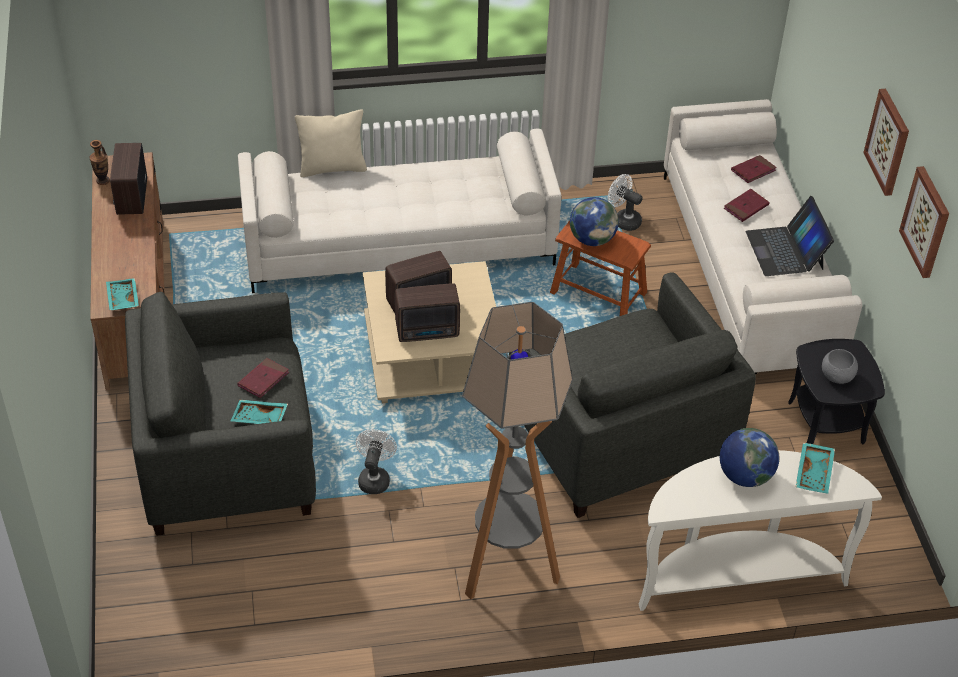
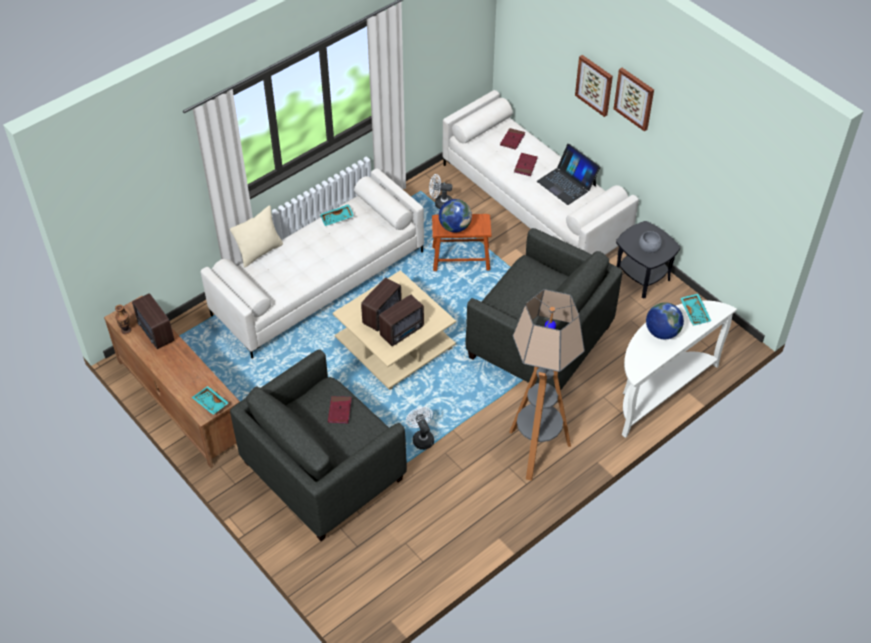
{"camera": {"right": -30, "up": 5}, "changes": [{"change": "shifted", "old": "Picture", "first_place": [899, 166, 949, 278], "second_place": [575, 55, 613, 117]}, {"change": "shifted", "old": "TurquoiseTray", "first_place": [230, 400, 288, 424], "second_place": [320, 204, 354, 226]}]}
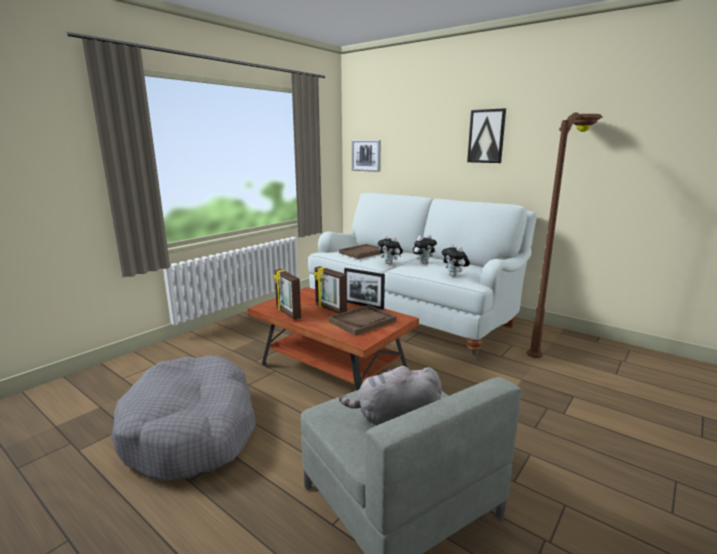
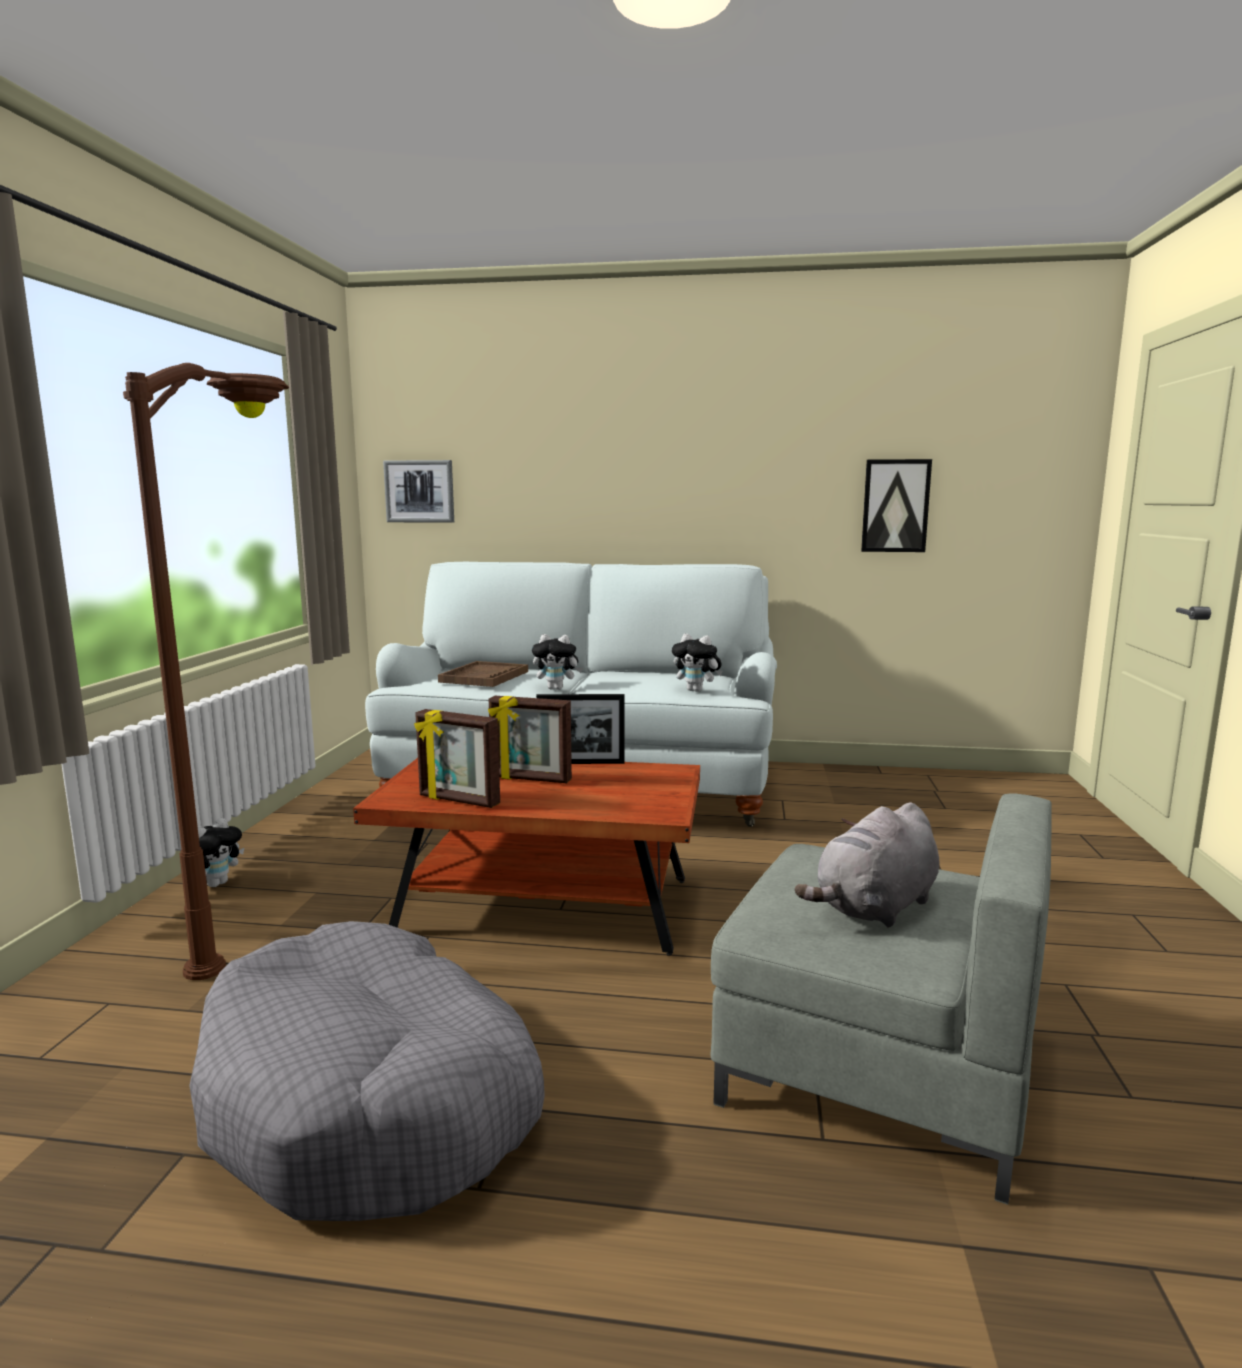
{"camera": {"right": -30, "up": -5}, "changes": [{"change": "shifted", "old": "Picture", "first_place": [467, 108, 506, 163], "second_place": [861, 459, 932, 552]}, {"change": "shifted", "old": "BrownFloorLamp", "first_place": [527, 112, 603, 358], "second_place": [123, 363, 289, 980]}, {"change": "shifted", "old": "PlushToy", "first_place": [413, 235, 437, 264], "second_place": [198, 818, 244, 887]}, {"change": "gone", "old": "BrownTray", "first_place": [328, 305, 396, 336]}]}
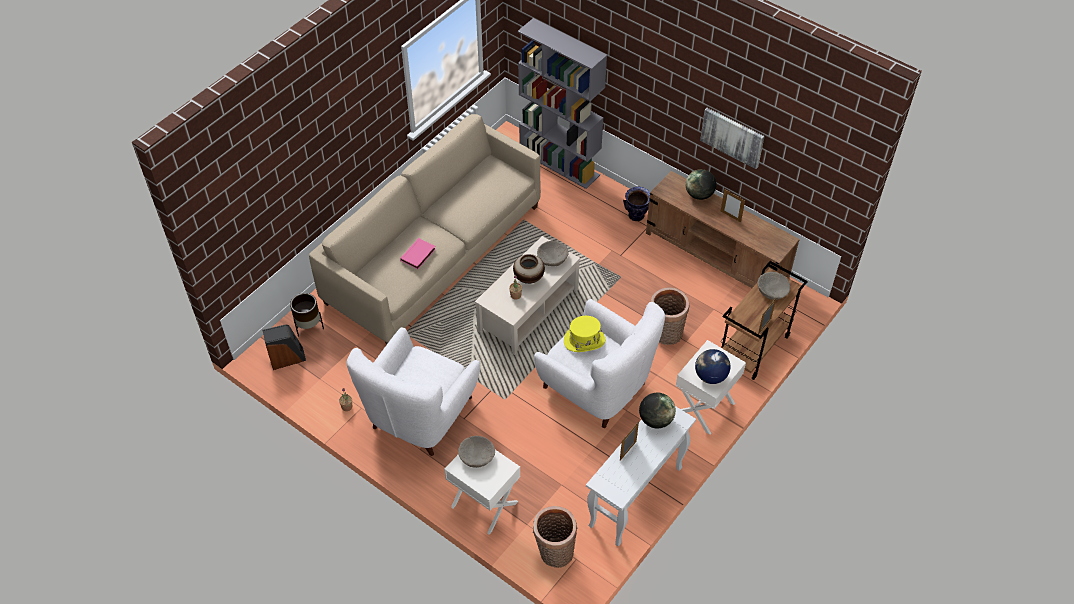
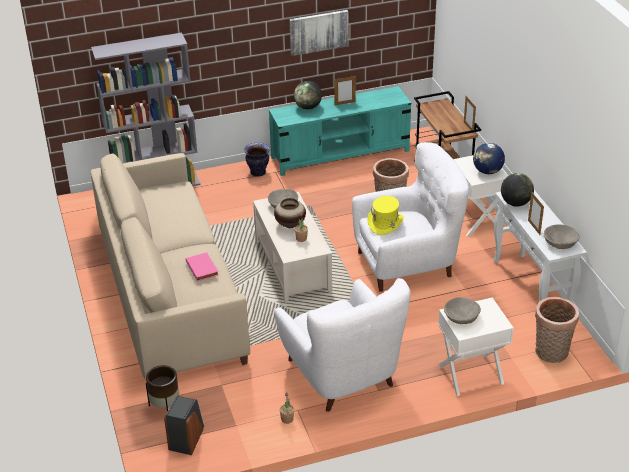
{"camera": {"right": -55, "up": -15}, "changes": [{"change": "repainted", "old": "BrownTvStand", "new": "TurquoiseTvStand", "first_place": [646, 171, 800, 288], "second_place": [269, 86, 411, 176]}, {"change": "shifted", "old": "BeigeBowl", "first_place": [757, 272, 790, 300], "second_place": [544, 224, 580, 249]}]}
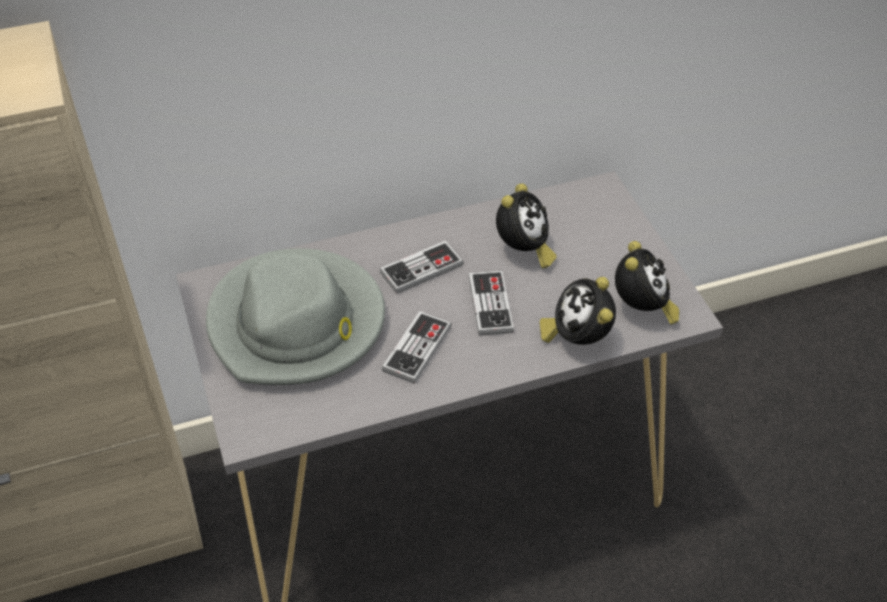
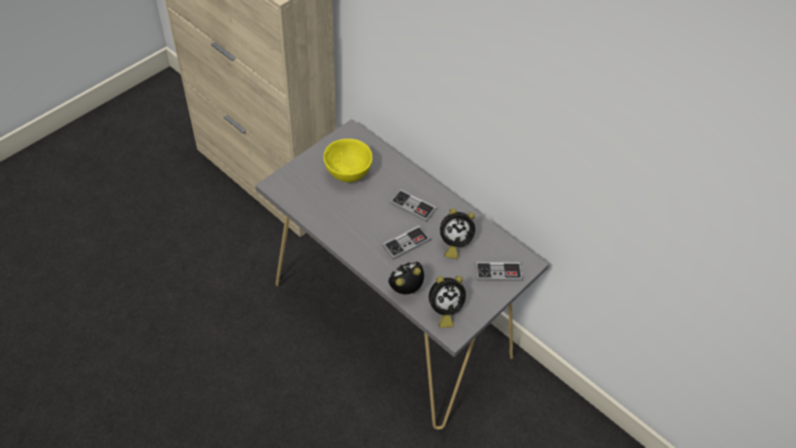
{"camera": {"right": 60, "up": 5}, "changes": [{"change": "swapped", "old": "GreyHat", "new": "YellowBowl", "first_place": [206, 248, 385, 385], "second_place": [324, 139, 372, 182]}, {"change": "shifted", "old": "GameController", "first_place": [382, 311, 452, 384], "second_place": [475, 262, 523, 281]}]}
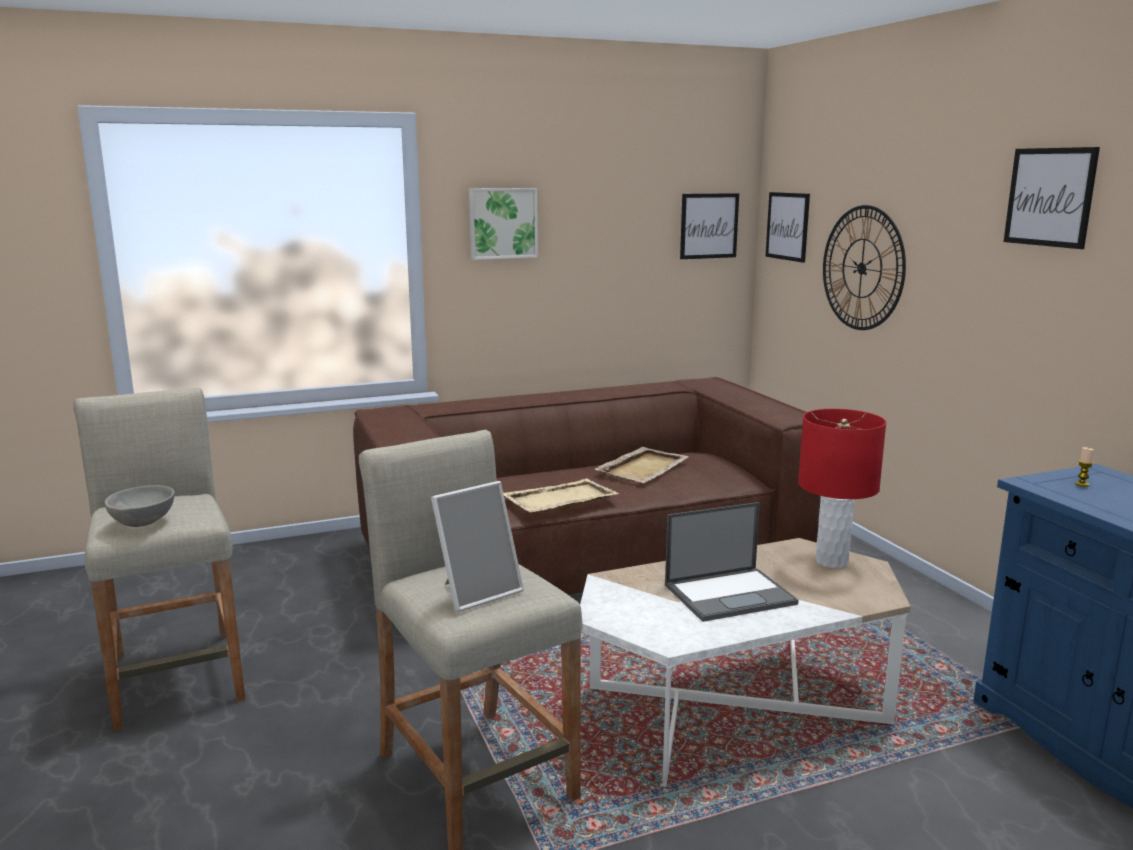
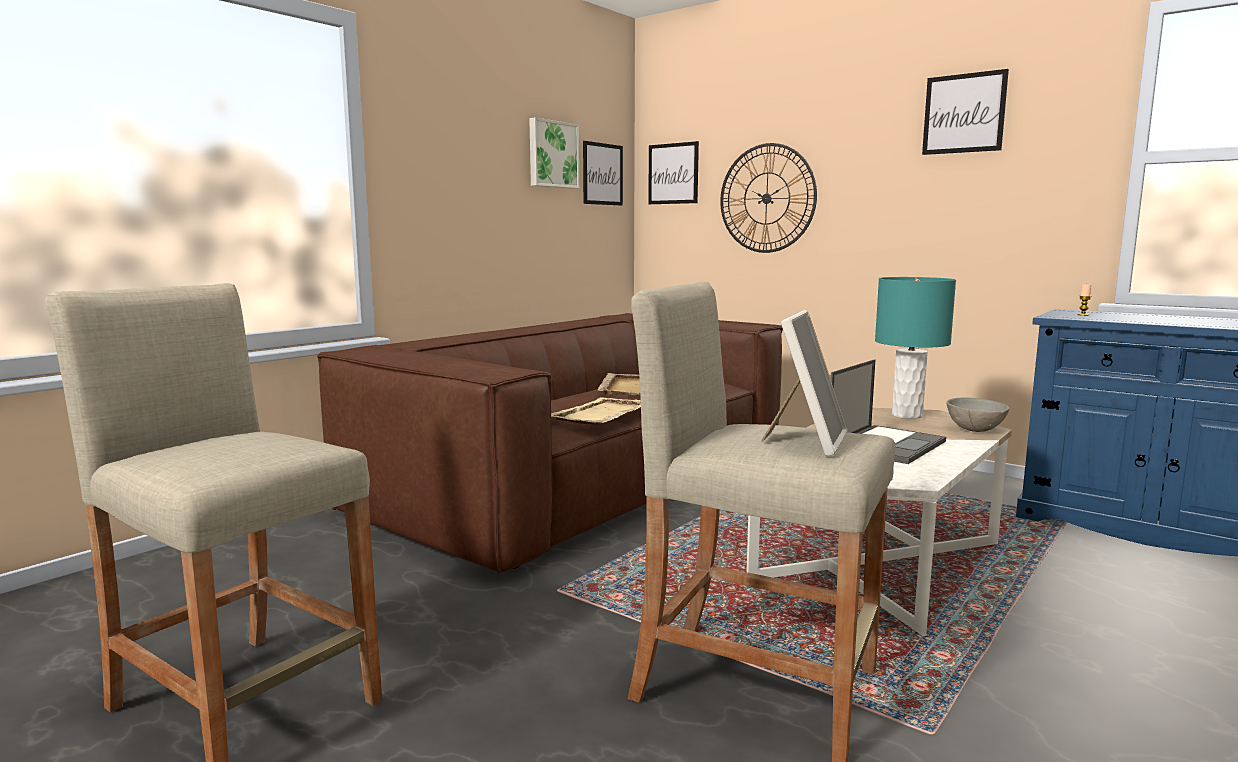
{"camera": {"right": -30, "up": -5}, "changes": [{"change": "shifted", "old": "Picture", "first_place": [469, 188, 538, 260], "second_place": [529, 118, 579, 189]}, {"change": "repainted", "old": "RedTableLamp", "new": "TurquoiseTableLamp", "first_place": [798, 409, 886, 568], "second_place": [875, 277, 956, 419]}, {"change": "shifted", "old": "GreyBowl", "first_place": [104, 485, 175, 527], "second_place": [947, 398, 1009, 432]}]}
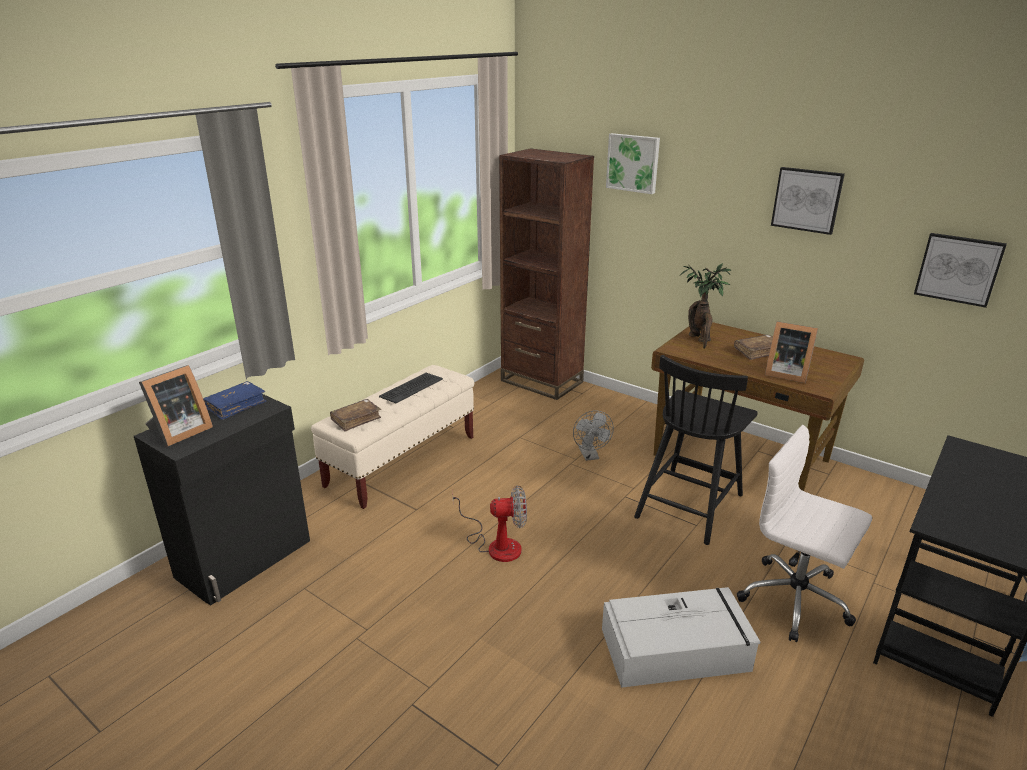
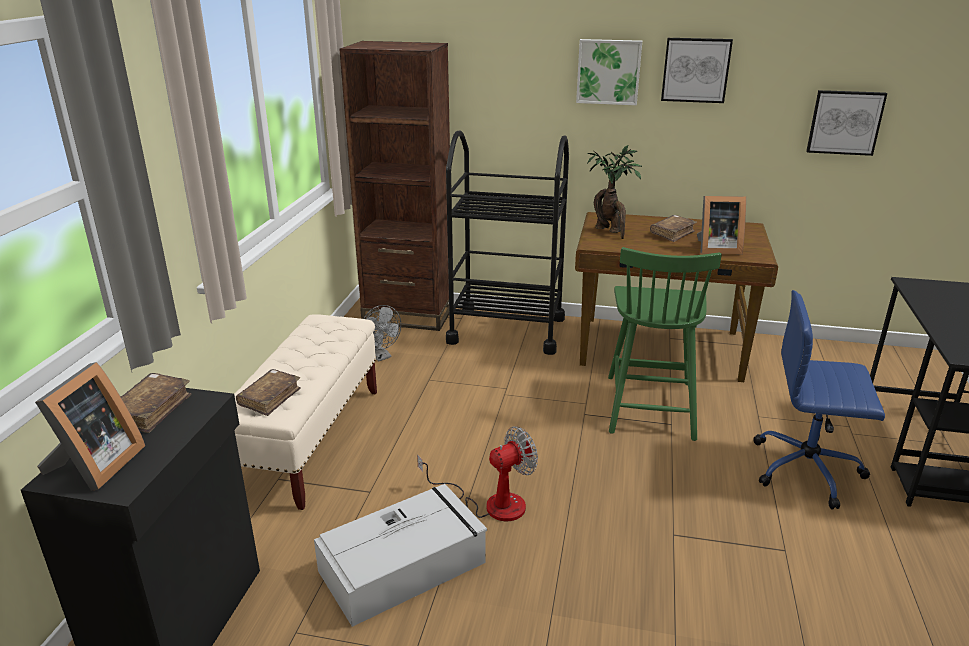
{"camera": {"right": -25, "up": 0}, "changes": [{"change": "shifted", "old": "Picture", "first_place": [606, 133, 660, 194], "second_place": [576, 39, 642, 105]}, {"change": "repainted", "old": "BlackChair", "new": "GreenChair", "first_place": [634, 355, 758, 545], "second_place": [608, 247, 722, 441]}, {"change": "gone", "old": "Keyboard", "first_place": [379, 373, 443, 403]}, {"change": "repainted", "old": "BlueBook", "new": "BrownBook", "first_place": [203, 381, 266, 420], "second_place": [121, 373, 191, 433]}, {"change": "shifted", "old": "GreyFan", "first_place": [573, 410, 614, 461], "second_place": [364, 305, 401, 362]}, {"change": "repainted", "old": "WhiteOfficeChair", "new": "BlueOfficeChair", "first_place": [737, 424, 872, 642], "second_place": [753, 290, 885, 509]}, {"change": "shifted", "old": "GreyStorageBox", "first_place": [602, 587, 760, 688], "second_place": [314, 484, 487, 627]}, {"change": "new", "new": "BlackCart", "second_place": [446, 130, 569, 355]}]}
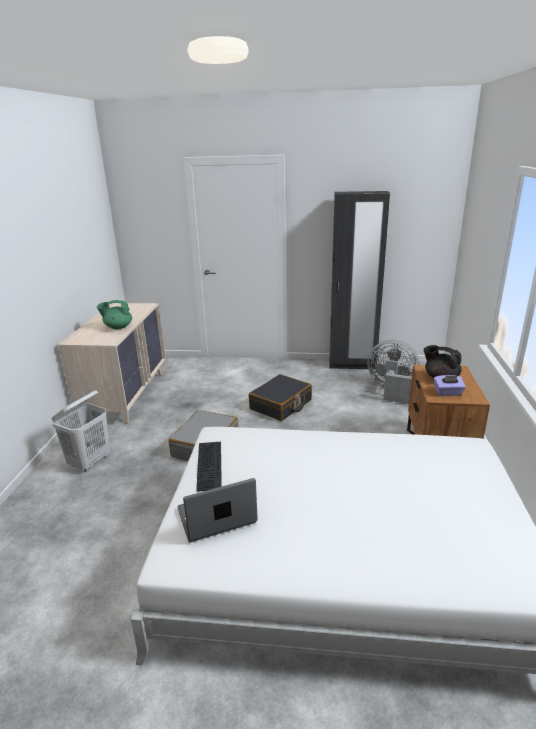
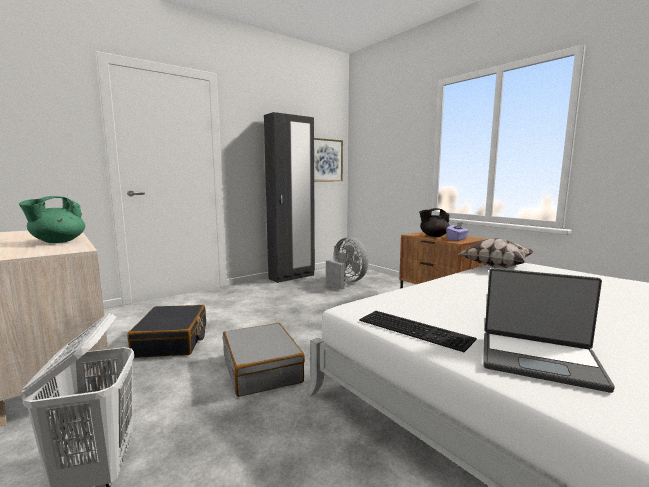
{"camera": {"right": -45, "up": -15}, "changes": [{"change": "rotated", "old": "GreyFan", "first_place": [367, 340, 420, 404], "second_place": [326, 237, 368, 290], "degrees": 75}, {"change": "shifted", "old": "BlackSuitcase", "first_place": [249, 374, 312, 421], "second_place": [128, 305, 206, 358]}, {"change": "rotated", "old": "Laptop", "first_place": [178, 478, 258, 542], "second_place": [483, 268, 615, 393], "degrees": -90}, {"change": "new", "new": "Picture", "second_place": [314, 138, 343, 181]}, {"change": "new", "new": "Pillow", "second_place": [459, 238, 533, 268]}]}
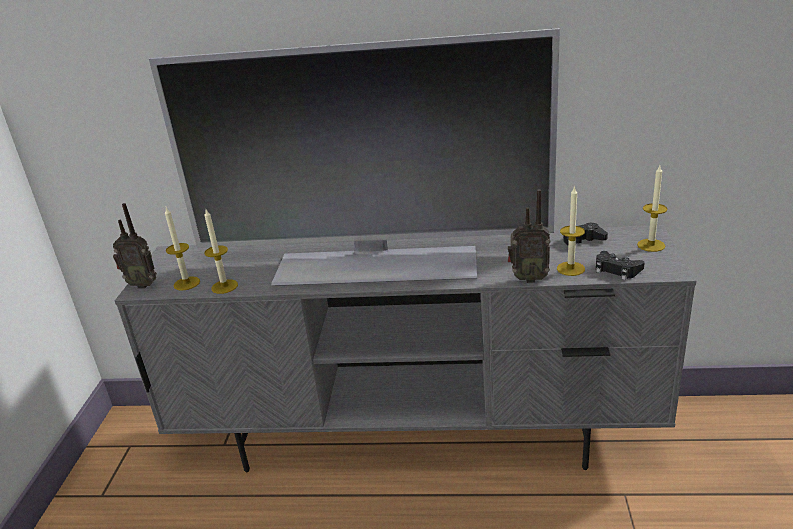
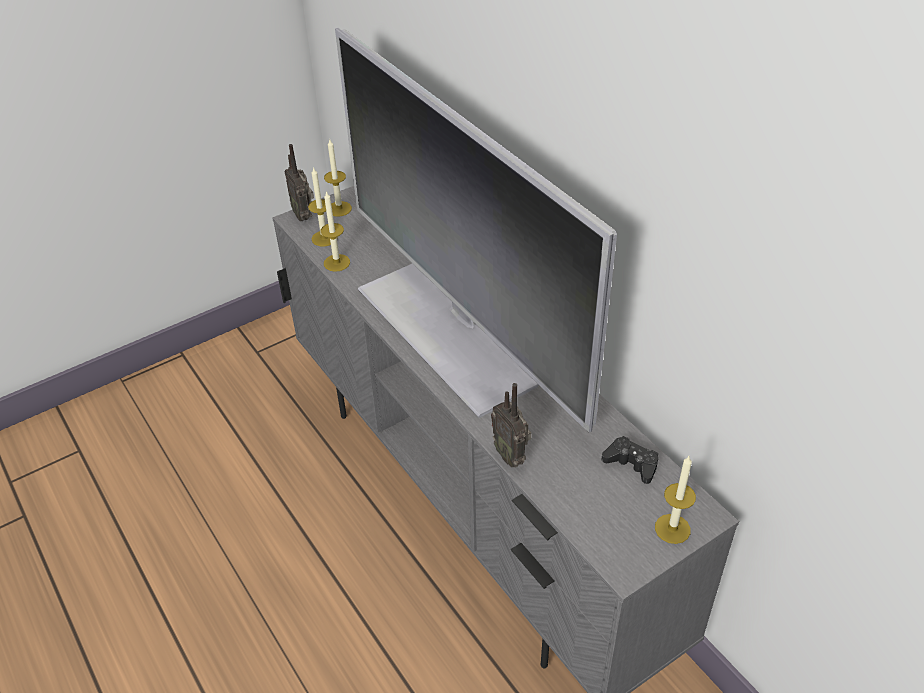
{"camera": {"right": 50, "up": 15}, "changes": [{"change": "shifted", "old": "Candle", "first_place": [557, 186, 585, 276], "second_place": [324, 140, 352, 217]}, {"change": "gone", "old": "BlackGameController", "first_place": [596, 251, 645, 280]}]}
